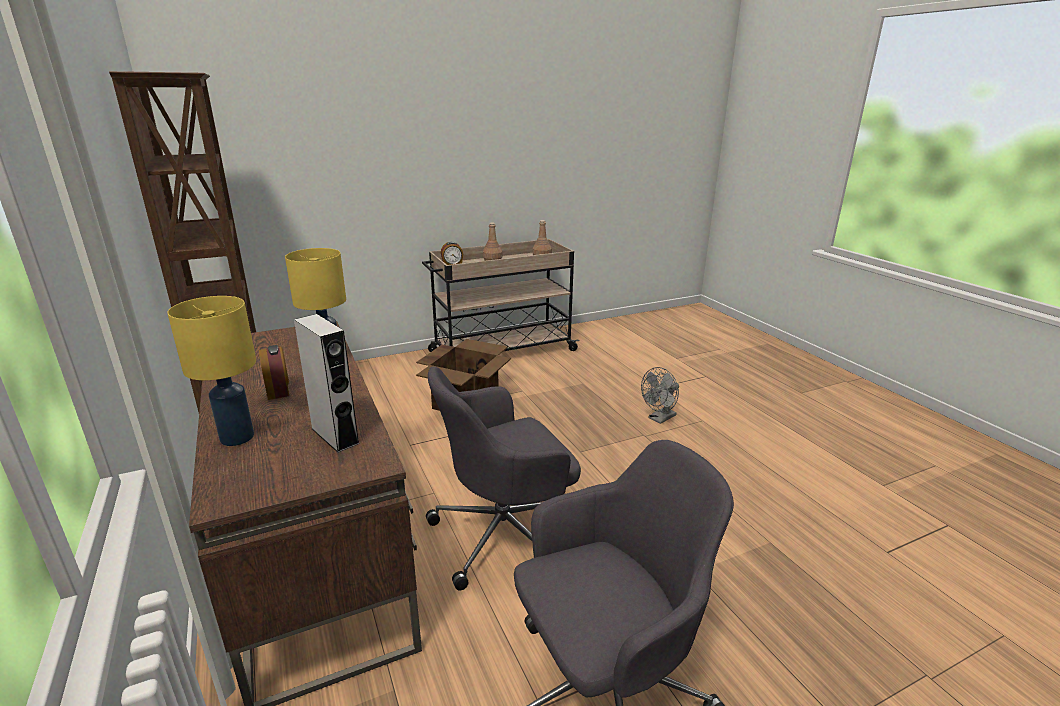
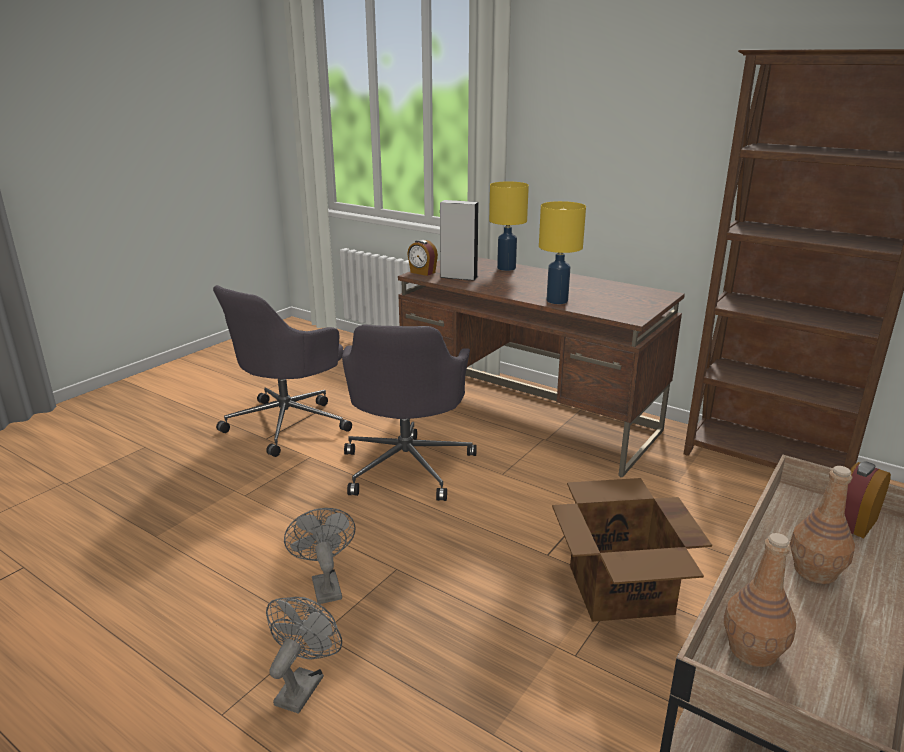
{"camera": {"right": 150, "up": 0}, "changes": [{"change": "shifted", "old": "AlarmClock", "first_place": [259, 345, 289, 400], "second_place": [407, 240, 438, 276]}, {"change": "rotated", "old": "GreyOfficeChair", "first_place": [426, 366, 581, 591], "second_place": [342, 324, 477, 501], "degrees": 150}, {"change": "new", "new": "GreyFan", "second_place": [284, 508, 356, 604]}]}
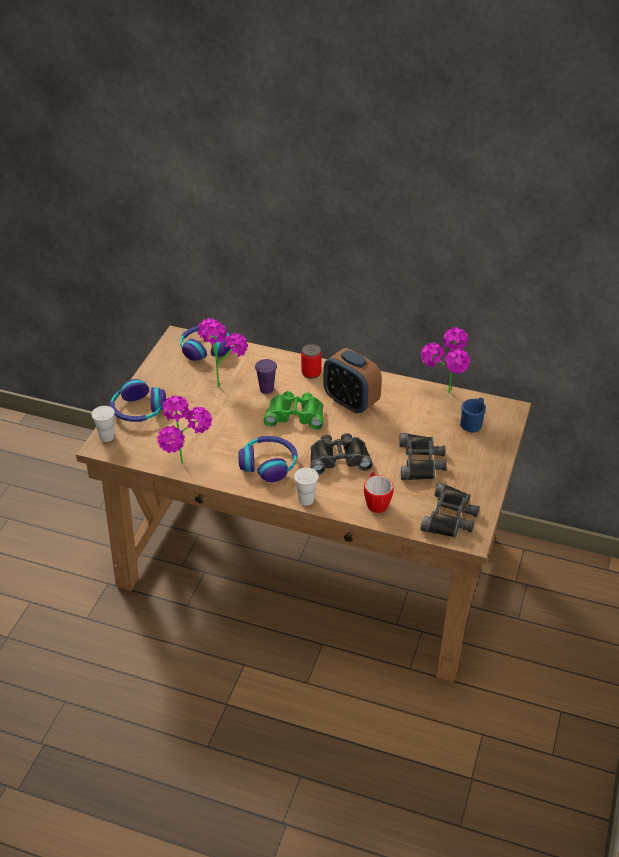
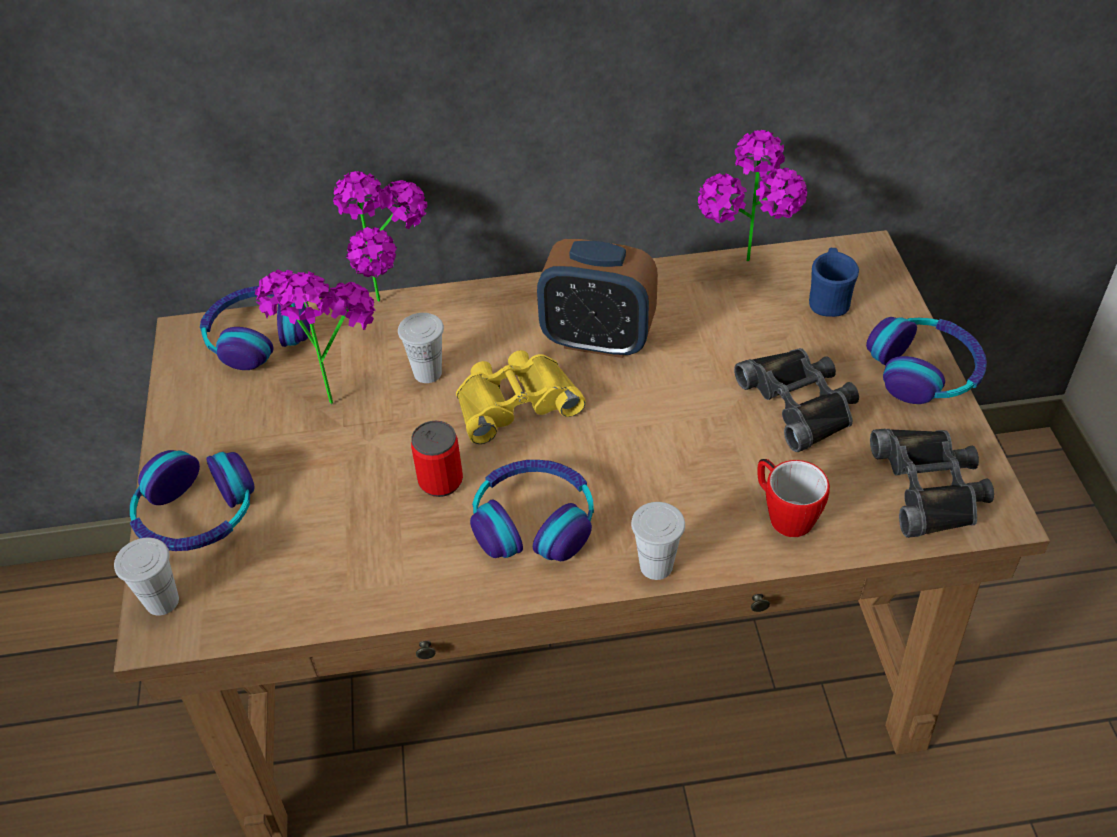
{"camera": {"right": -25, "up": 5}, "changes": [{"change": "shifted", "old": "Can", "first_place": [301, 344, 322, 379], "second_place": [411, 421, 463, 497]}, {"change": "repainted", "old": "PurpleCup", "new": "WhiteCup", "first_place": [255, 359, 277, 394], "second_place": [398, 313, 444, 383]}, {"change": "repainted", "old": "GreenBinoculars", "new": "YellowBinoculars", "first_place": [264, 391, 323, 430], "second_place": [456, 350, 586, 444]}, {"change": "shifted", "old": "PottedPlant", "first_place": [157, 396, 212, 463], "second_place": [333, 171, 427, 302]}, {"change": "gone", "old": "BlackBinoculars", "first_place": [310, 433, 373, 474]}, {"change": "new", "new": "Headphones", "second_place": [866, 317, 987, 404]}]}
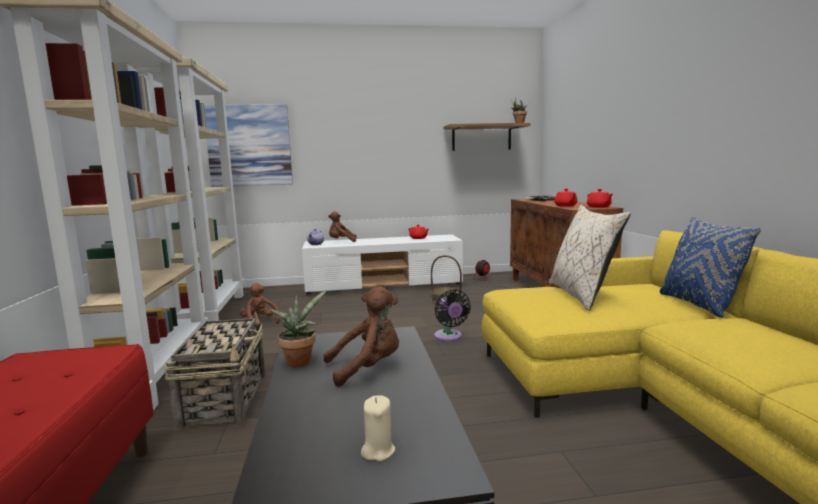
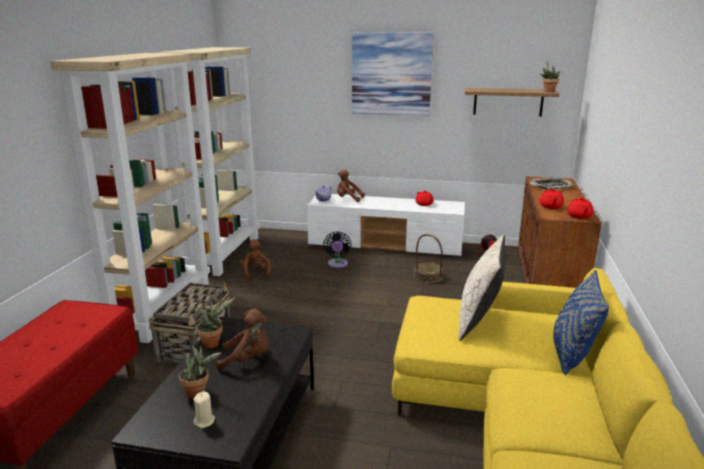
{"camera": {"right": 20, "up": 10}, "changes": [{"change": "shifted", "old": "Picture", "first_place": [204, 104, 293, 187], "second_place": [352, 32, 433, 116]}, {"change": "shifted", "old": "BlackFan", "first_place": [434, 289, 471, 341], "second_place": [323, 231, 352, 268]}, {"change": "new", "new": "PottedPlant", "second_place": [179, 345, 222, 399]}]}
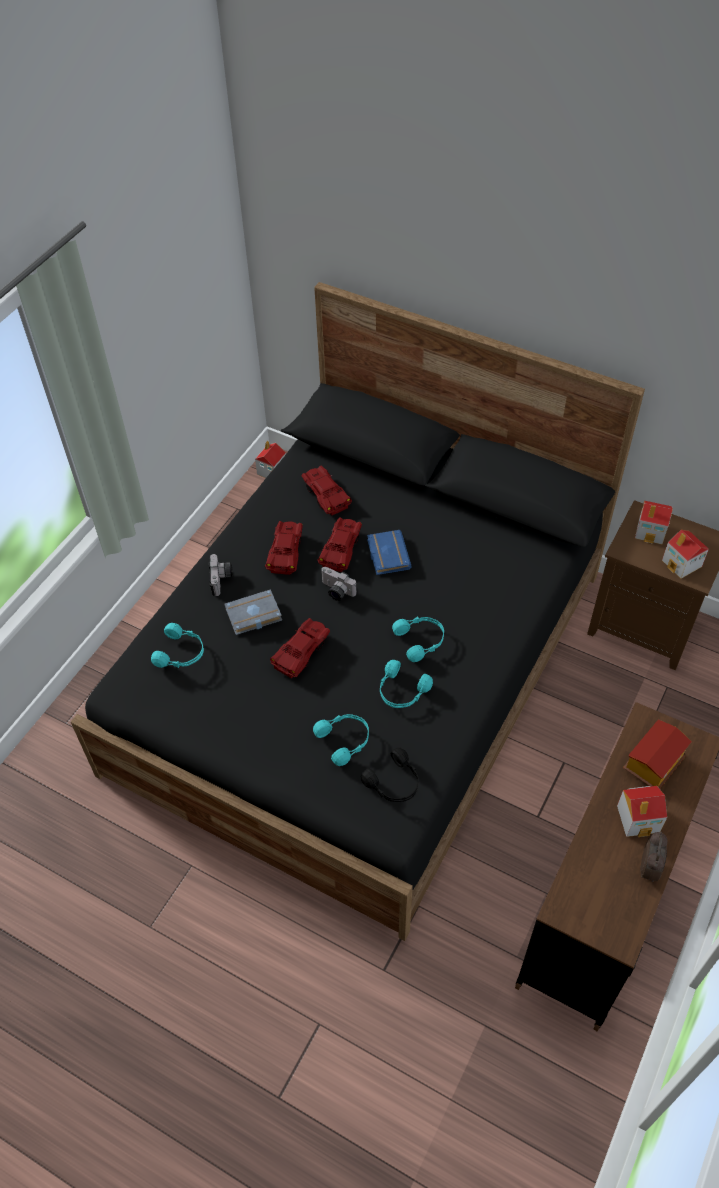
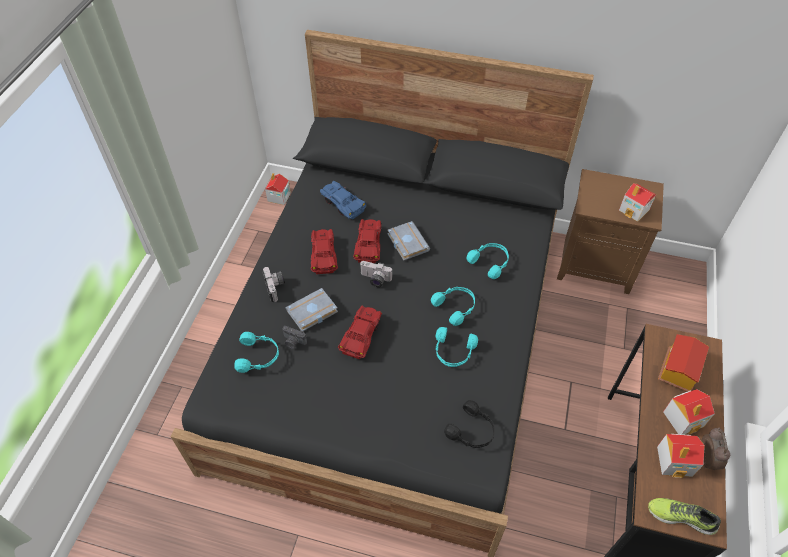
{"camera": {"right": -15, "up": 0}, "changes": [{"change": "repainted", "old": "RedToyCar", "new": "BlueToyCar", "first_place": [302, 466, 352, 515], "second_place": [320, 181, 366, 219]}, {"change": "shifted", "old": "ToyHouse", "first_place": [635, 501, 673, 544], "second_place": [657, 434, 705, 478]}, {"change": "repainted", "old": "BlueBook", "new": "GreyBook", "first_place": [367, 530, 412, 575], "second_place": [387, 221, 430, 261]}, {"change": "shifted", "old": "TurquoiseHeadphones", "first_place": [313, 714, 369, 766], "second_place": [466, 243, 509, 279]}, {"change": "new", "new": "PhotoCamera", "second_place": [282, 326, 307, 349]}, {"change": "new", "new": "Shoe", "second_place": [648, 498, 721, 535]}]}
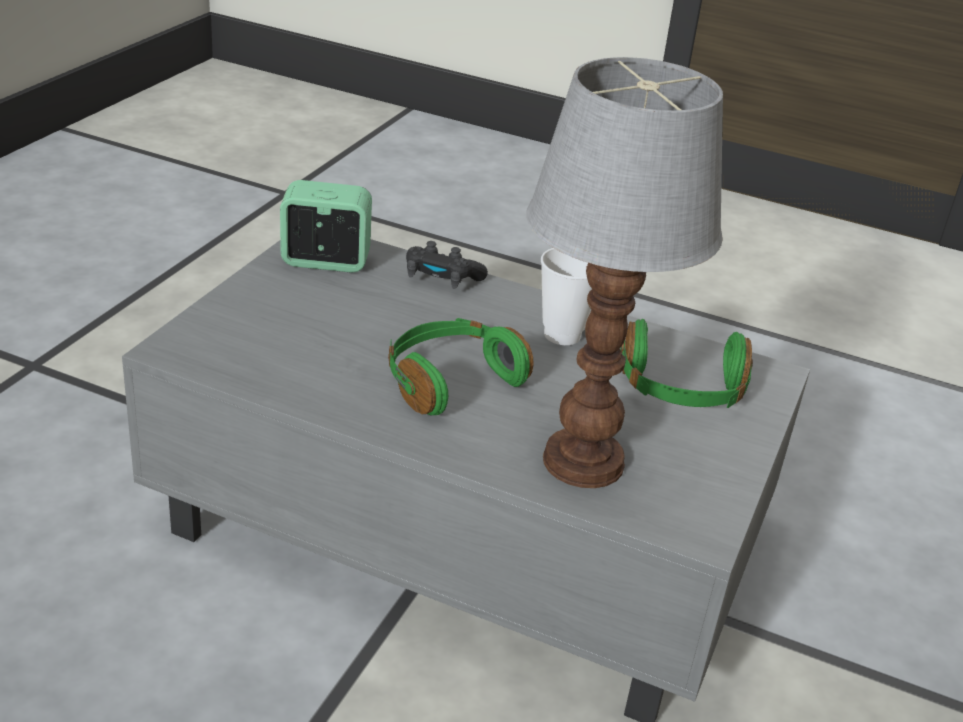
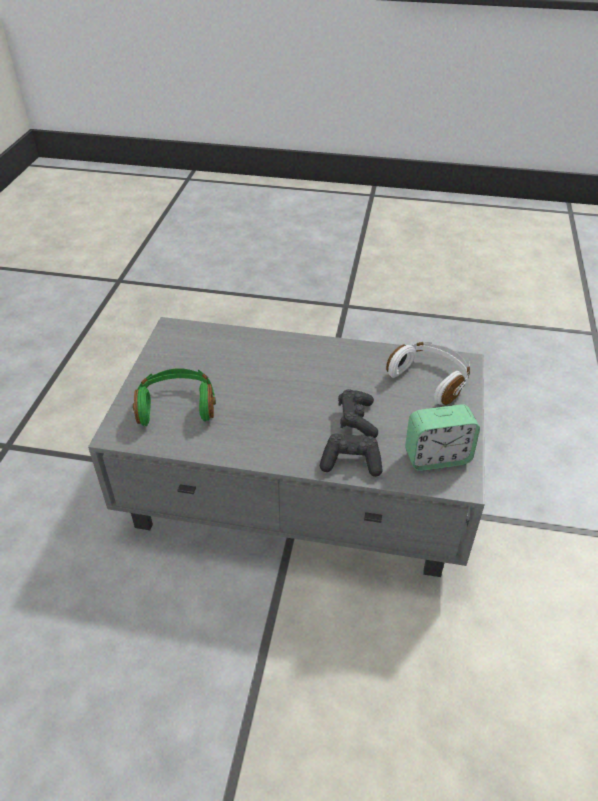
{"camera": {"right": 170, "up": 10}, "changes": [{"change": "gone", "old": "TableLamp", "first_place": [526, 57, 723, 488]}, {"change": "gone", "old": "Cup", "first_place": [541, 248, 592, 345]}, {"change": "gone", "old": "GreenHeadphones", "first_place": [388, 318, 534, 415]}, {"change": "new", "new": "WhiteHeadphones", "second_place": [386, 342, 470, 405]}, {"change": "new", "new": "BlackGameController", "second_place": [338, 389, 378, 438]}]}
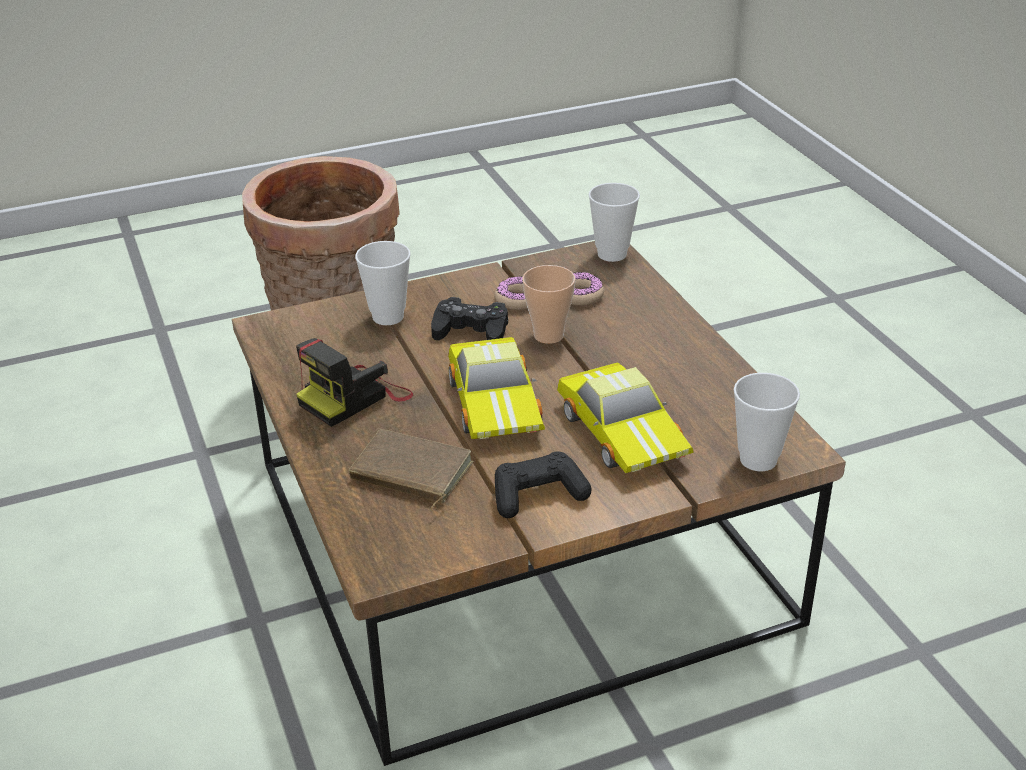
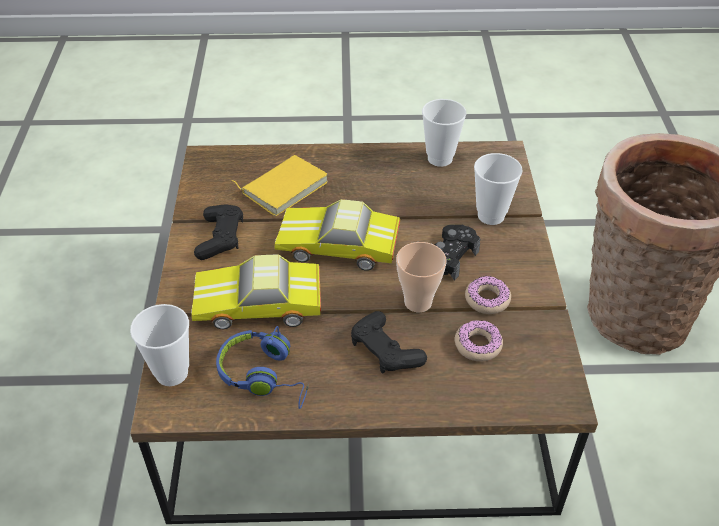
{"camera": {"right": 110, "up": 10}, "changes": [{"change": "shifted", "old": "Cup", "first_place": [588, 183, 640, 262], "second_place": [422, 99, 466, 167]}, {"change": "gone", "old": "PhotoCamera", "first_place": [296, 338, 413, 427]}, {"change": "repainted", "old": "BrownBook", "new": "YellowBook", "first_place": [349, 429, 474, 511], "second_place": [232, 155, 328, 216]}, {"change": "new", "new": "BlackGameController", "second_place": [351, 311, 427, 373]}, {"change": "new", "new": "BlueHeadphones", "second_place": [216, 326, 309, 409]}]}
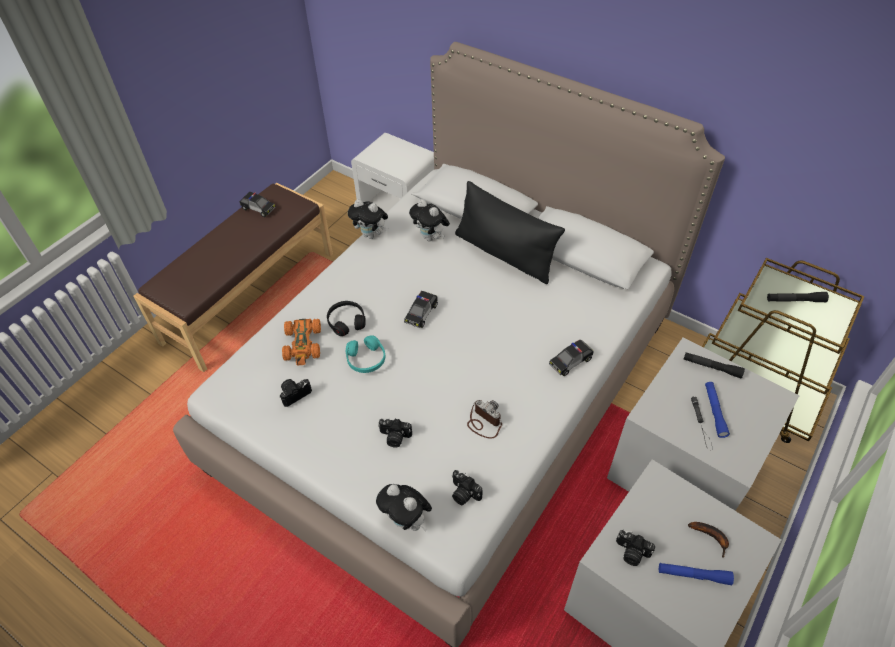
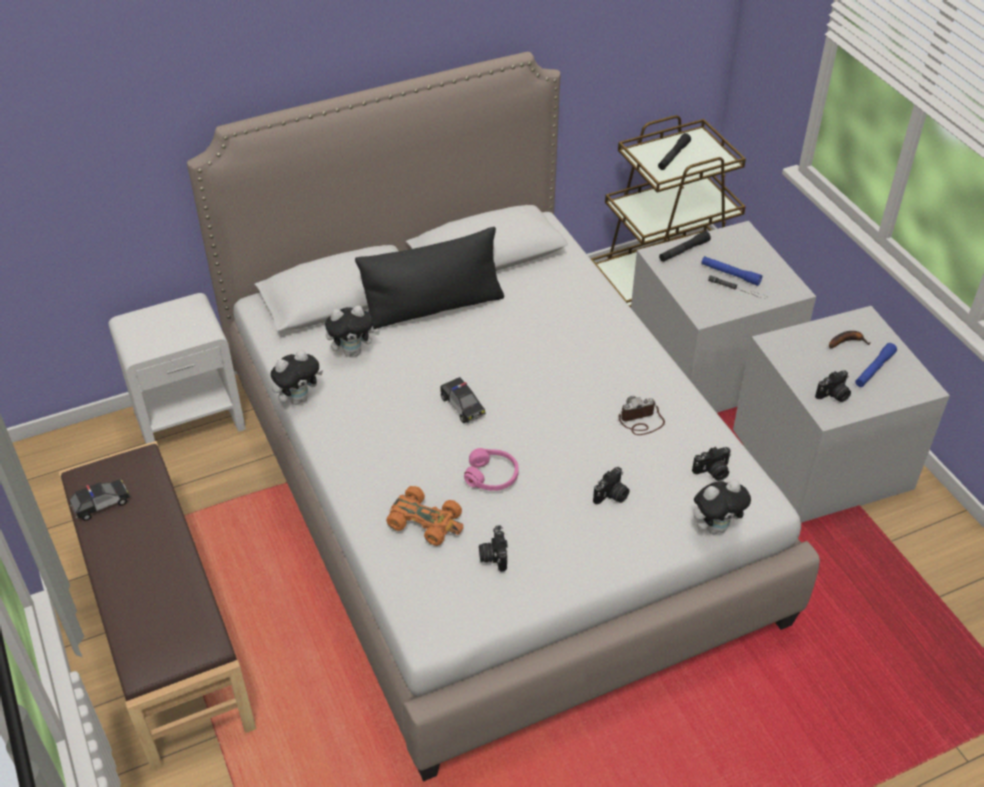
{"camera": {"right": -60, "up": -5}, "changes": [{"change": "gone", "old": "BlackHeadphones", "first_place": [327, 301, 366, 336]}, {"change": "repainted", "old": "TurquoiseHeadphones", "new": "PinkHeadphones", "first_place": [346, 335, 386, 373], "second_place": [464, 448, 519, 491]}, {"change": "gone", "old": "ToyCar", "first_place": [549, 340, 594, 376]}]}
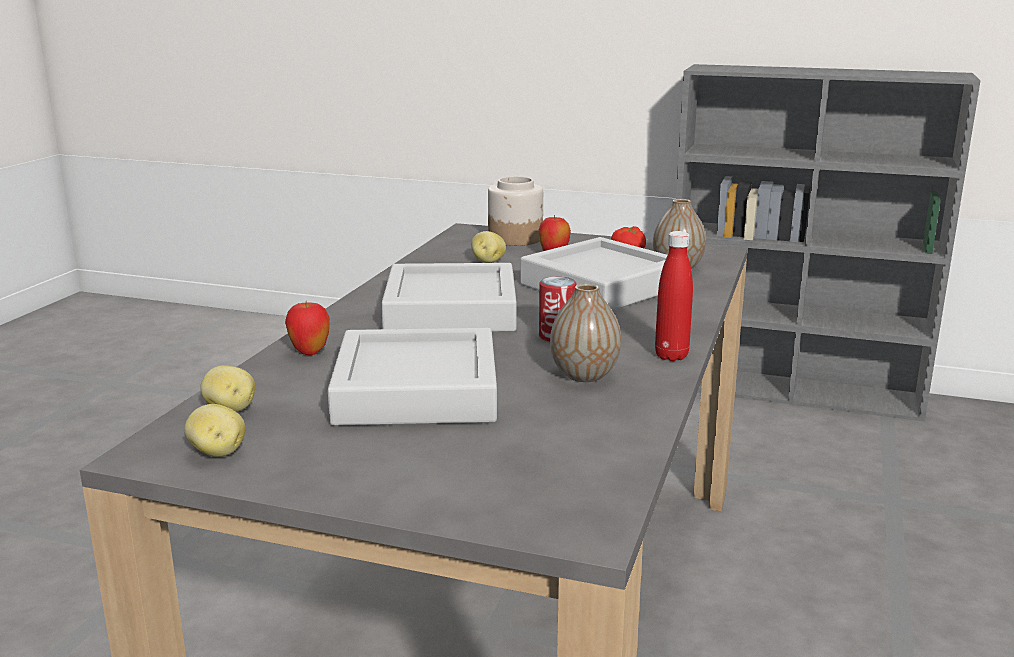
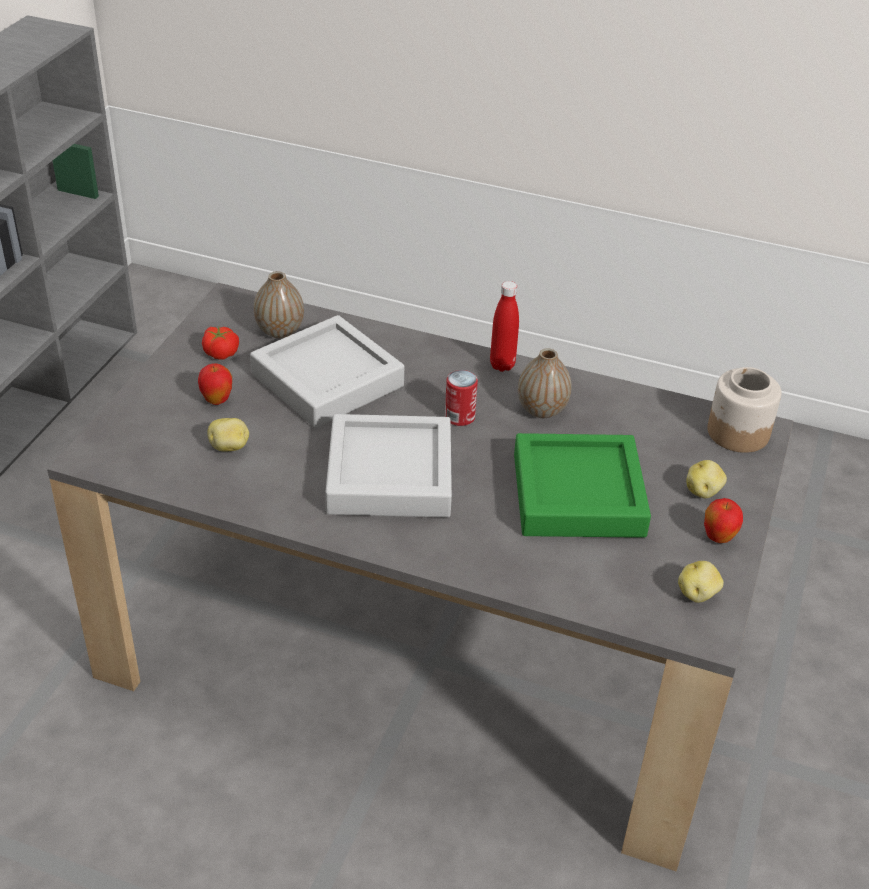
{"camera": {"right": -90, "up": 20}, "changes": [{"change": "shifted", "old": "Jar", "first_place": [488, 176, 543, 246], "second_place": [707, 367, 782, 453]}, {"change": "shifted", "old": "Apple", "first_place": [285, 301, 330, 355], "second_place": [704, 498, 743, 543]}, {"change": "repainted", "old": "GreyTray", "new": "GreenTray", "first_place": [327, 328, 497, 426], "second_place": [514, 433, 651, 538]}, {"change": "shifted", "old": "Potato", "first_place": [200, 365, 255, 412], "second_place": [686, 460, 727, 498]}]}
